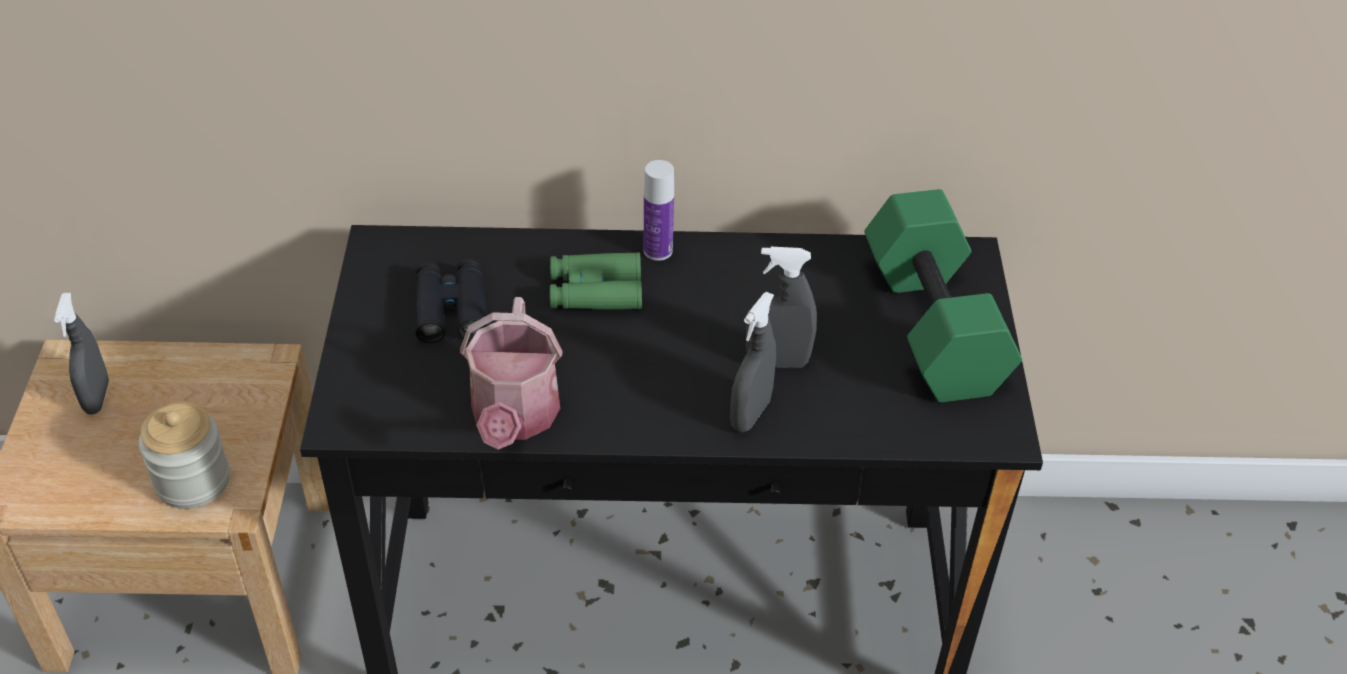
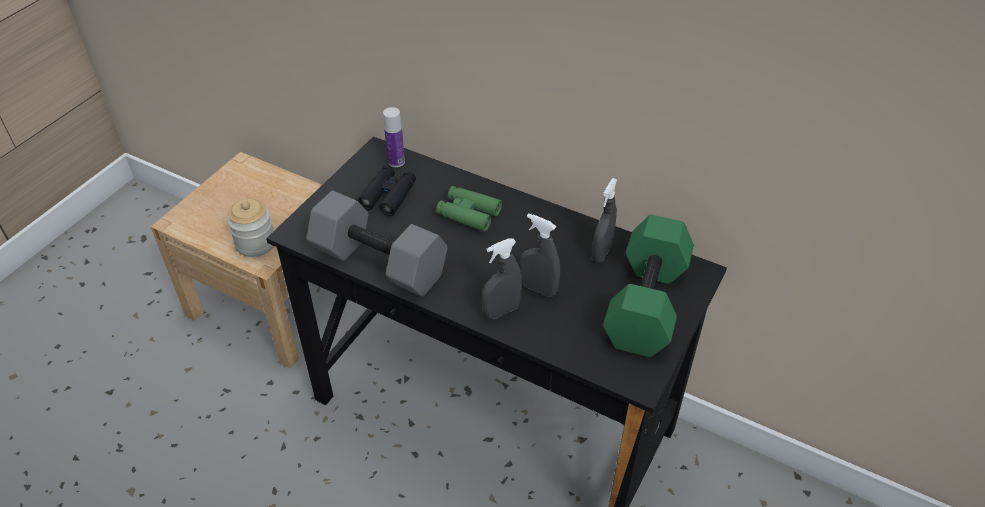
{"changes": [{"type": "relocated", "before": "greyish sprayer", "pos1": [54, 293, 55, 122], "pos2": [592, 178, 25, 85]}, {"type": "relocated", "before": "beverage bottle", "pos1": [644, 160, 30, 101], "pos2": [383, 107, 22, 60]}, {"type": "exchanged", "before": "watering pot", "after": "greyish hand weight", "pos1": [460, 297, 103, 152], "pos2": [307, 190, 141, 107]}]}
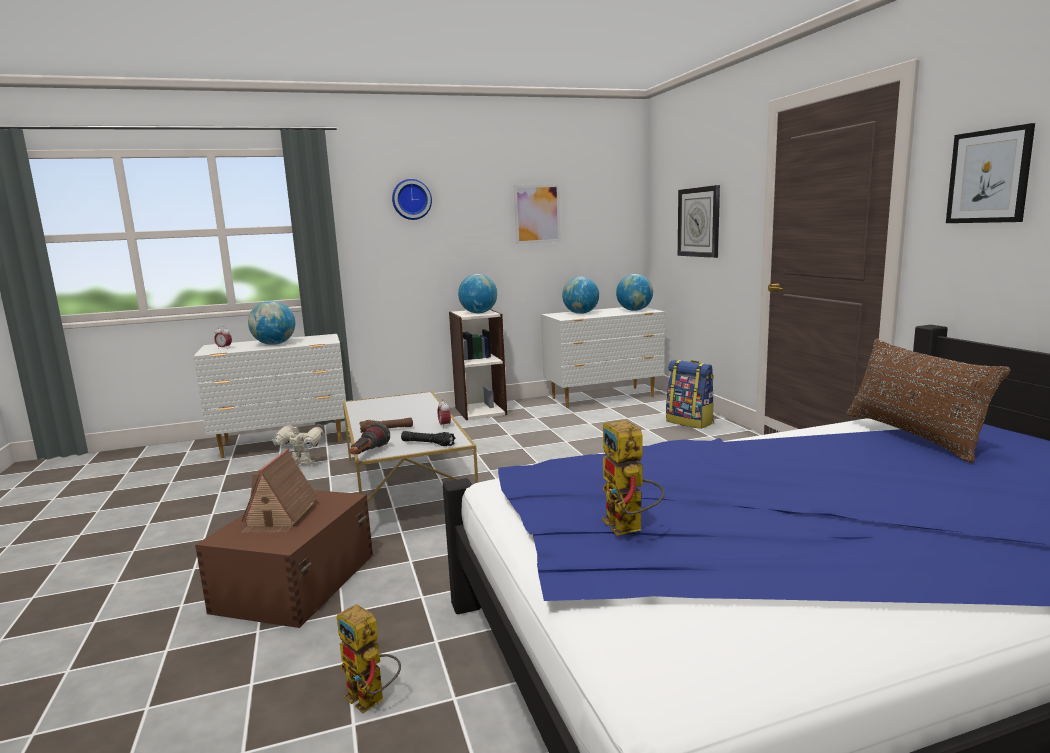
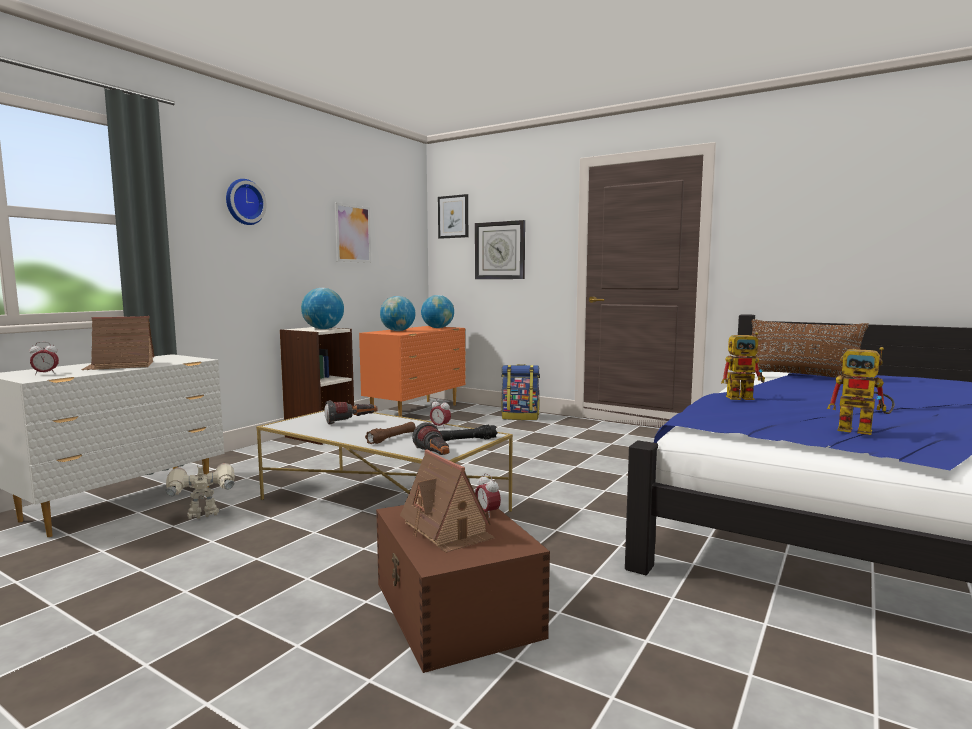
{"changes": [{"type": "appeared", "after": "hand torch", "pos2": [325, 400, 53, 25]}, {"type": "appeared", "after": "table clock", "pos2": [475, 473, 26, 45]}, {"type": "relocated", "before": "model robot", "pos1": [337, 604, 64, 109], "pos2": [721, 332, 44, 68]}, {"type": "relocated", "before": "wall picture", "pos1": [946, 123, 89, 100], "pos2": [438, 194, 30, 45]}, {"type": "exchanged", "before": "world globe", "after": "model house", "pos1": [248, 301, 47, 44], "pos2": [82, 316, 73, 54]}, {"type": "colour", "before": "white-coloured dresser", "after": "orange-coloured dresser", "pos1": [541, 307, 124, 101], "pos2": [359, 326, 107, 91]}]}
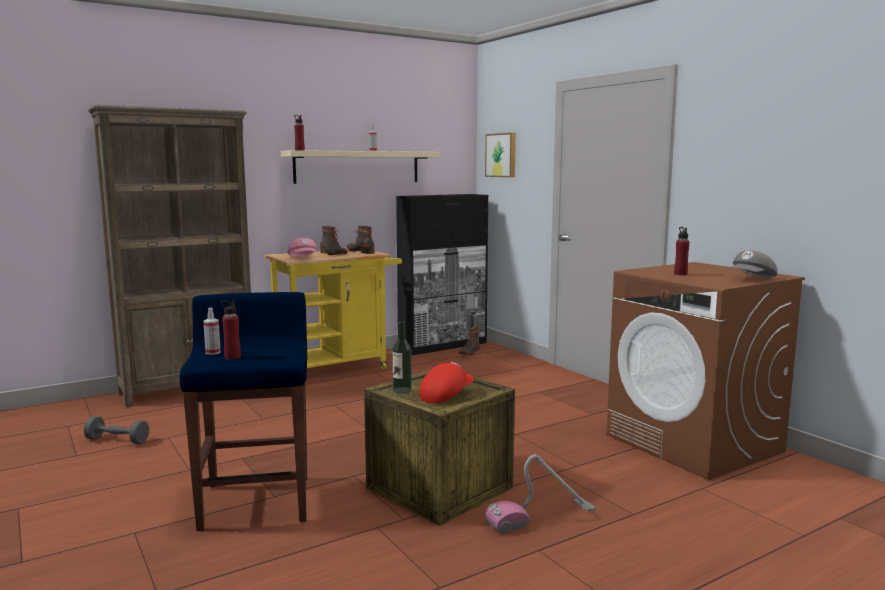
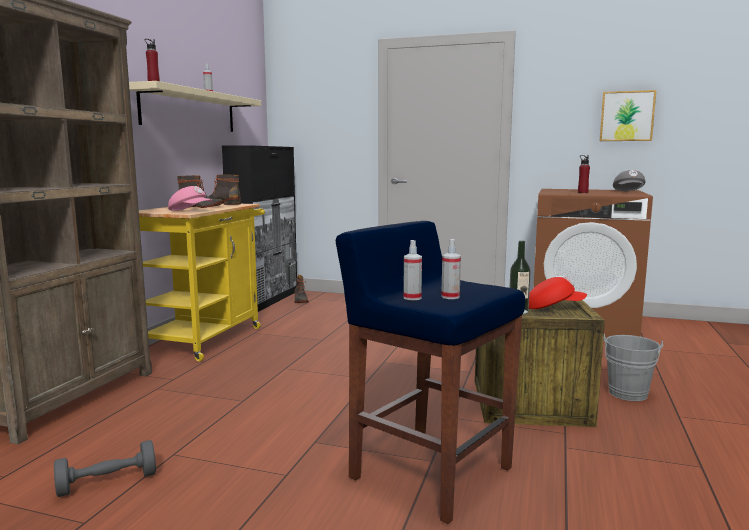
{"changes": [{"type": "relocated", "before": "wall picture", "pos1": [485, 133, 31, 44], "pos2": [599, 90, 57, 51]}, {"type": "exchanged", "before": "red beverage bottle", "after": "sprayer", "pos1": [221, 299, 20, 61], "pos2": [441, 239, 20, 60]}, {"type": "exchanged", "before": "vacuum", "after": "greyish pail", "pos1": [484, 455, 112, 79], "pos2": [603, 334, 60, 67]}, {"type": "spun", "before": "red peaked cap", "pos1": [419, 362, 55, 42], "pos2": [529, 277, 58, 32], "turn": 90}]}
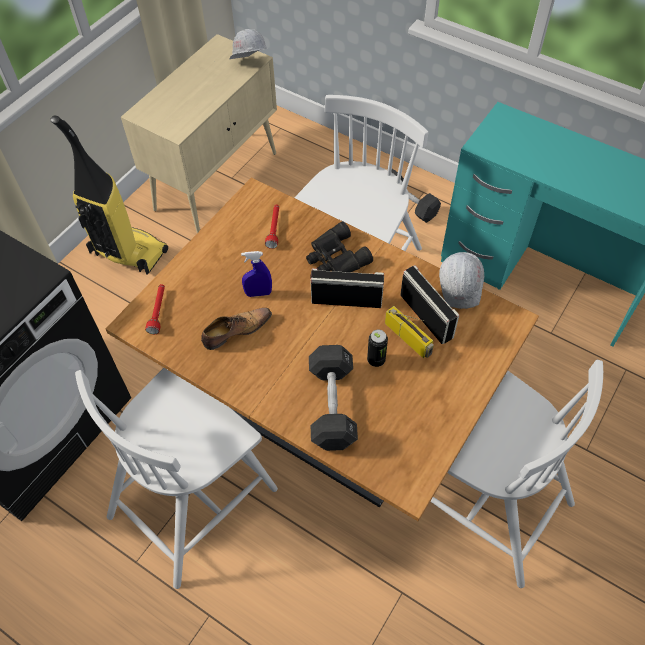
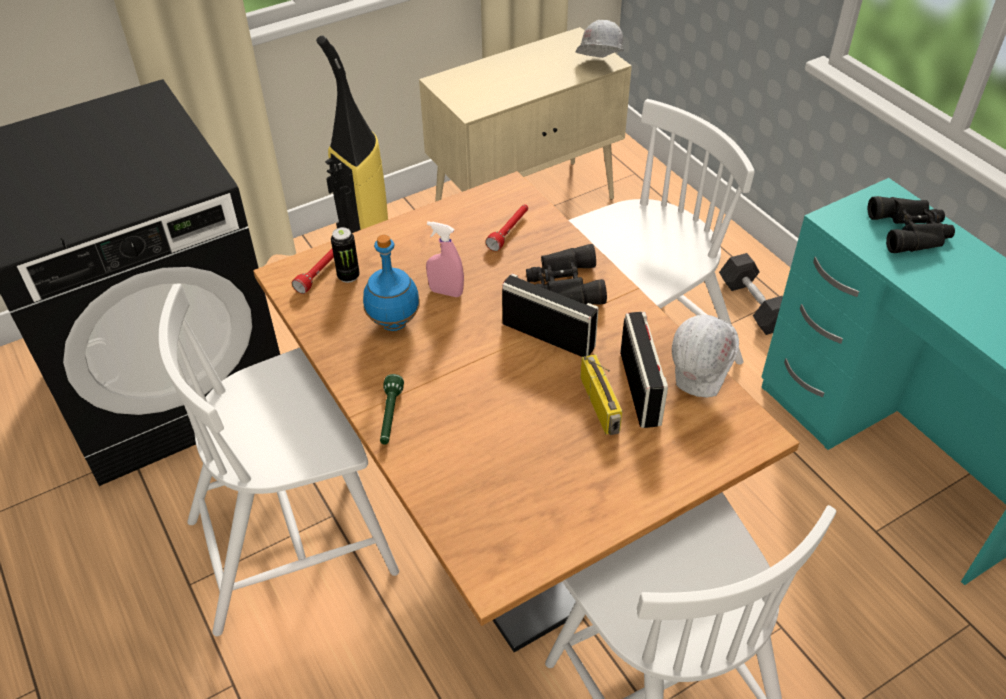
{"changes": [{"type": "missing", "before": "black-coloured hand weight", "pos1": [309, 345, 49, 106]}, {"type": "appeared", "after": "green-coloured hand torch", "pos2": [380, 374, 24, 71]}, {"type": "appeared", "after": "black-coloured pair of binoculars", "pos2": [868, 196, 87, 57]}, {"type": "relocated", "before": "sealed can", "pos1": [367, 330, 21, 37], "pos2": [331, 227, 29, 56]}, {"type": "exchanged", "before": "item of footwear", "after": "blue beverage bottle", "pos1": [201, 308, 71, 42], "pos2": [363, 235, 57, 96]}, {"type": "colour", "before": "blue sprayer", "after": "pink-coloured sprayer", "pos1": [241, 251, 31, 46], "pos2": [426, 221, 38, 76]}]}
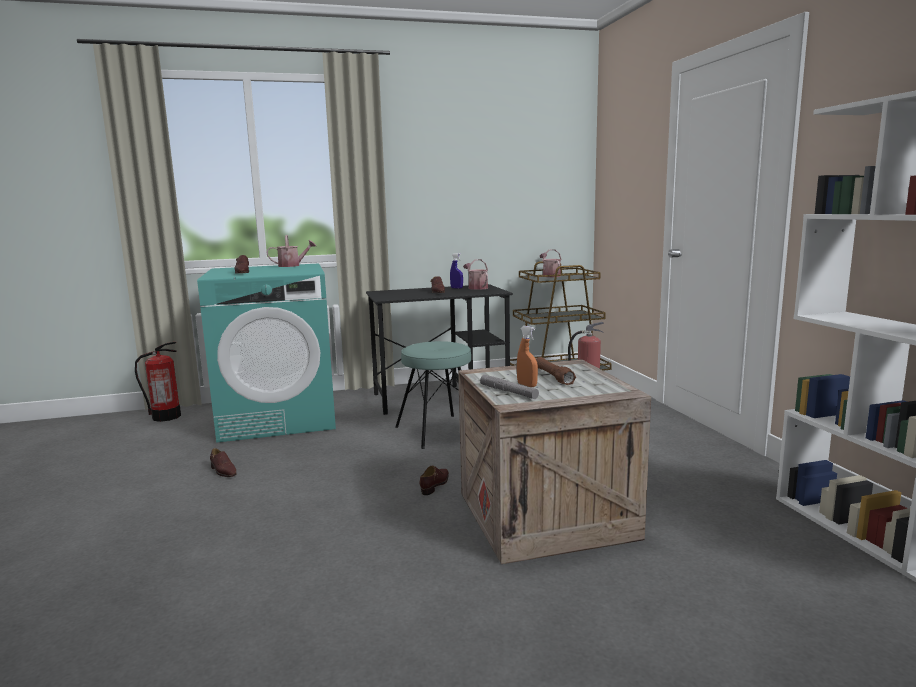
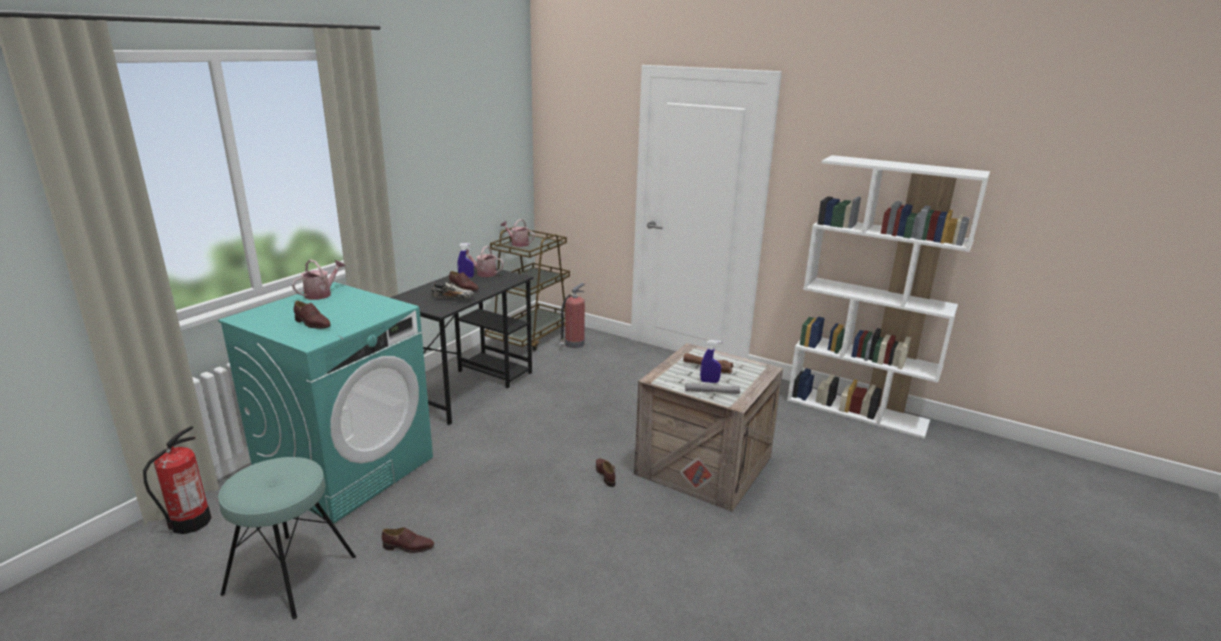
{"changes": [{"type": "appeared", "after": "item of footwear", "pos2": [431, 282, 43, 17]}, {"type": "relocated", "before": "turquoise-coloured stool", "pos1": [395, 341, 76, 108], "pos2": [218, 457, 138, 162]}, {"type": "colour", "before": "orange-coloured sprayer", "after": "blue sprayer", "pos1": [517, 326, 21, 61], "pos2": [700, 340, 21, 43]}]}
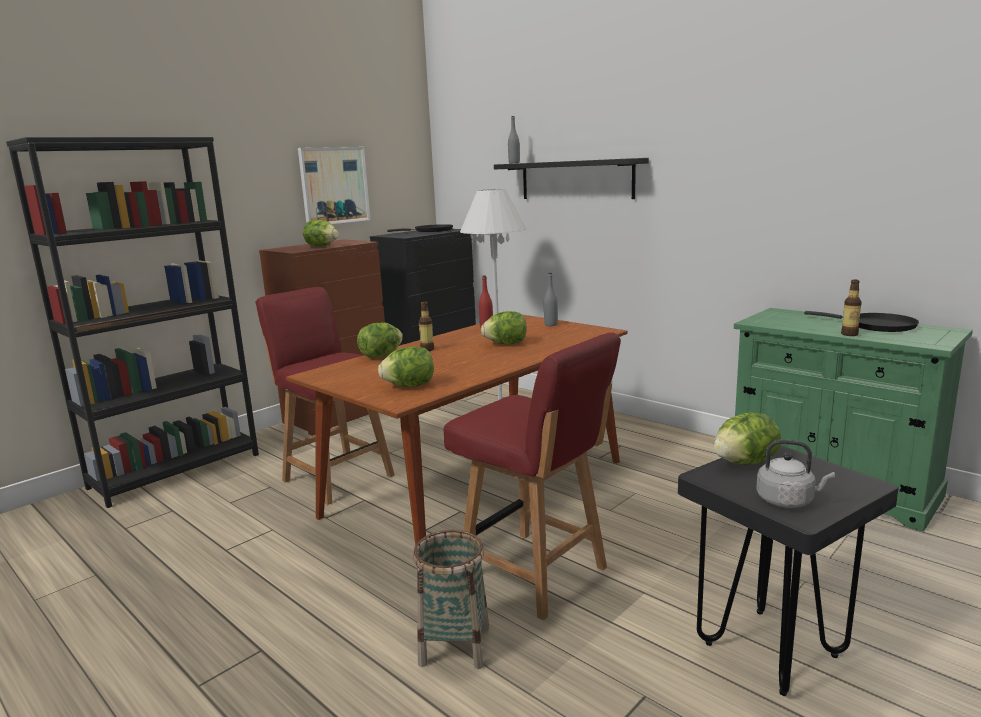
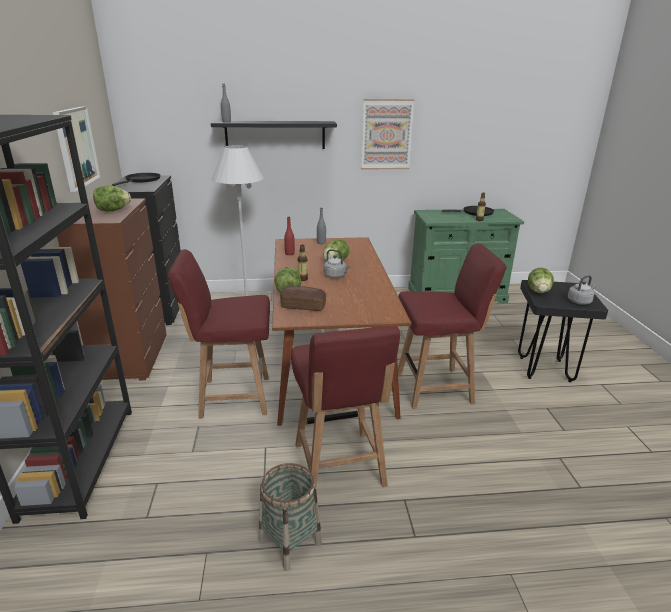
{"changes": [{"type": "missing", "before": "lettuce", "pos1": [378, 346, 56, 41]}, {"type": "appeared", "after": "bakery bread", "pos2": [280, 286, 46, 25]}, {"type": "appeared", "after": "red chair", "pos2": [291, 326, 110, 161]}, {"type": "appeared", "after": "greyish tea kettle", "pos2": [324, 249, 27, 29]}, {"type": "appeared", "after": "wall picture", "pos2": [361, 99, 53, 70]}, {"type": "relocated", "before": "household basket", "pos1": [413, 530, 76, 139], "pos2": [259, 463, 63, 108]}]}
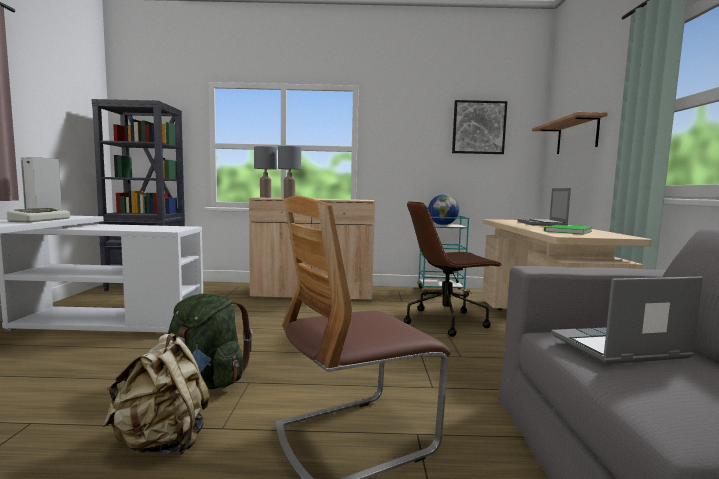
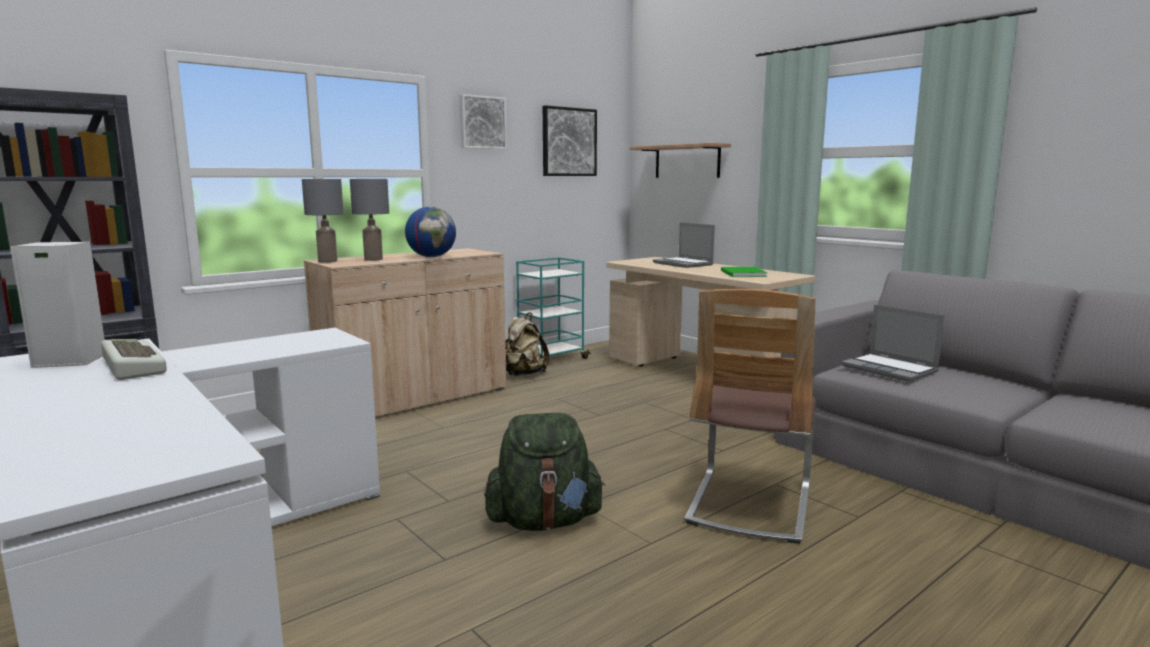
{"changes": [{"type": "missing", "before": "brown-coloured office chair", "pos1": [404, 201, 98, 136]}, {"type": "appeared", "after": "wall picture", "pos2": [459, 94, 48, 55]}, {"type": "relocated", "before": "beige backpack", "pos1": [102, 333, 108, 122], "pos2": [505, 312, 45, 64]}, {"type": "relocated", "before": "world globe", "pos1": [428, 194, 31, 31], "pos2": [405, 207, 51, 50]}, {"type": "spun", "before": "laptop", "pos1": [551, 277, 152, 87], "pos2": [841, 305, 103, 77], "turn": -75}]}
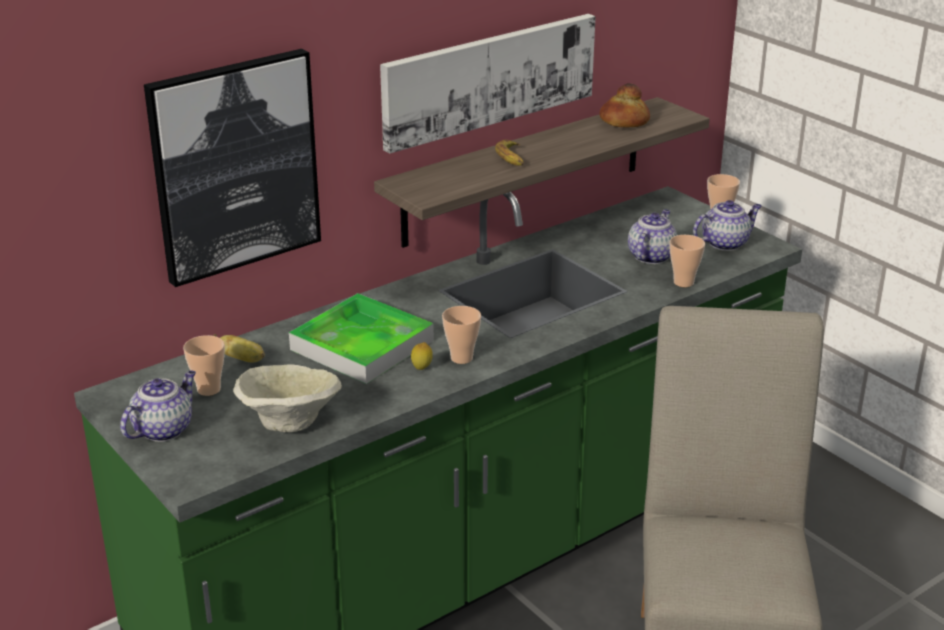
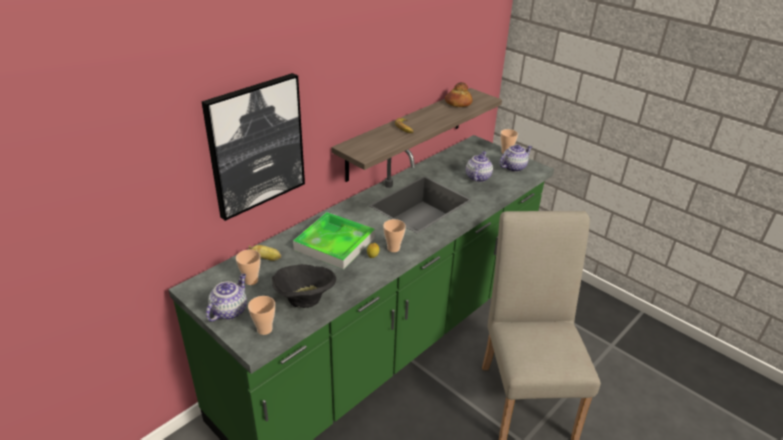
{"changes": [{"type": "missing", "before": "wall picture", "pos1": [380, 14, 216, 140]}, {"type": "relocated", "before": "cup", "pos1": [669, 235, 36, 52], "pos2": [248, 296, 27, 39]}, {"type": "colour", "before": "beige serving bowl", "after": "black-coloured serving bowl", "pos1": [233, 364, 109, 68], "pos2": [272, 264, 64, 44]}]}
